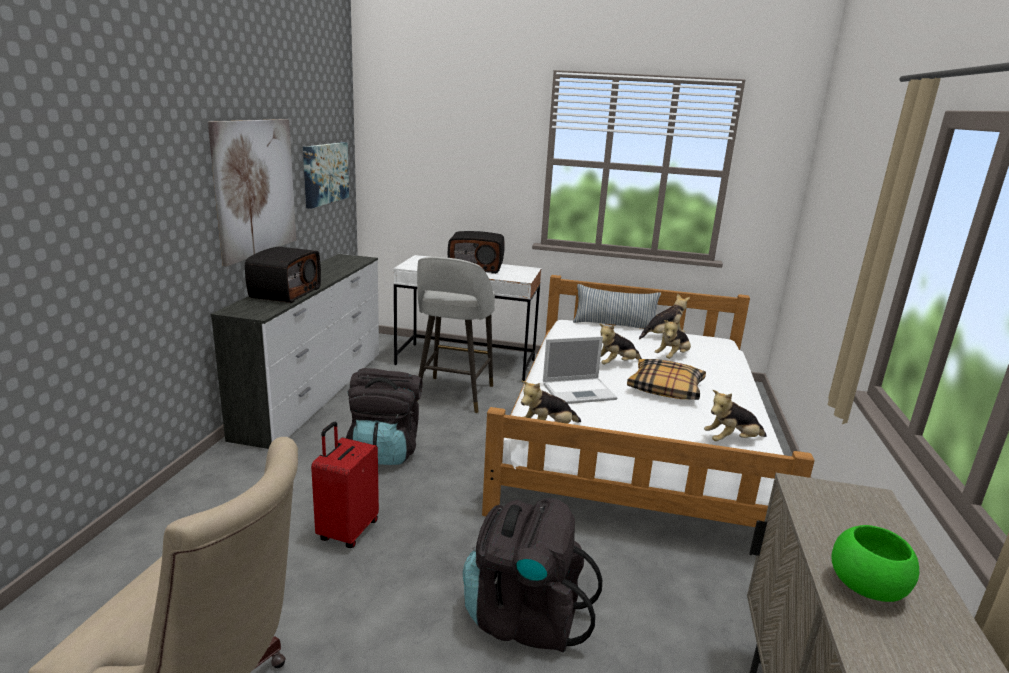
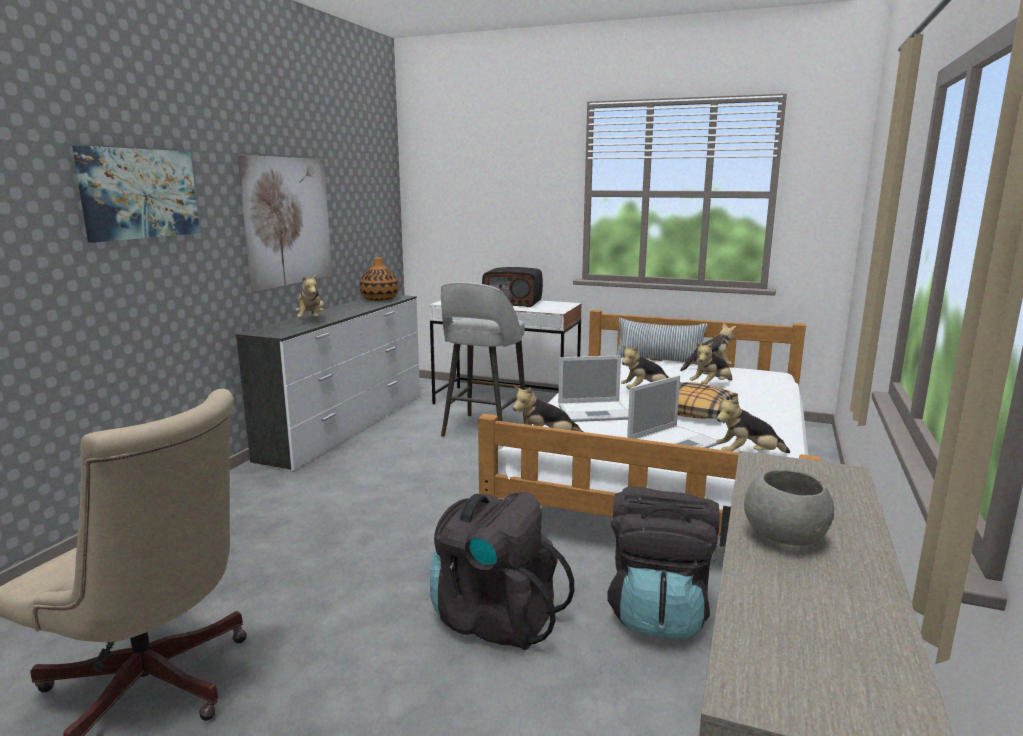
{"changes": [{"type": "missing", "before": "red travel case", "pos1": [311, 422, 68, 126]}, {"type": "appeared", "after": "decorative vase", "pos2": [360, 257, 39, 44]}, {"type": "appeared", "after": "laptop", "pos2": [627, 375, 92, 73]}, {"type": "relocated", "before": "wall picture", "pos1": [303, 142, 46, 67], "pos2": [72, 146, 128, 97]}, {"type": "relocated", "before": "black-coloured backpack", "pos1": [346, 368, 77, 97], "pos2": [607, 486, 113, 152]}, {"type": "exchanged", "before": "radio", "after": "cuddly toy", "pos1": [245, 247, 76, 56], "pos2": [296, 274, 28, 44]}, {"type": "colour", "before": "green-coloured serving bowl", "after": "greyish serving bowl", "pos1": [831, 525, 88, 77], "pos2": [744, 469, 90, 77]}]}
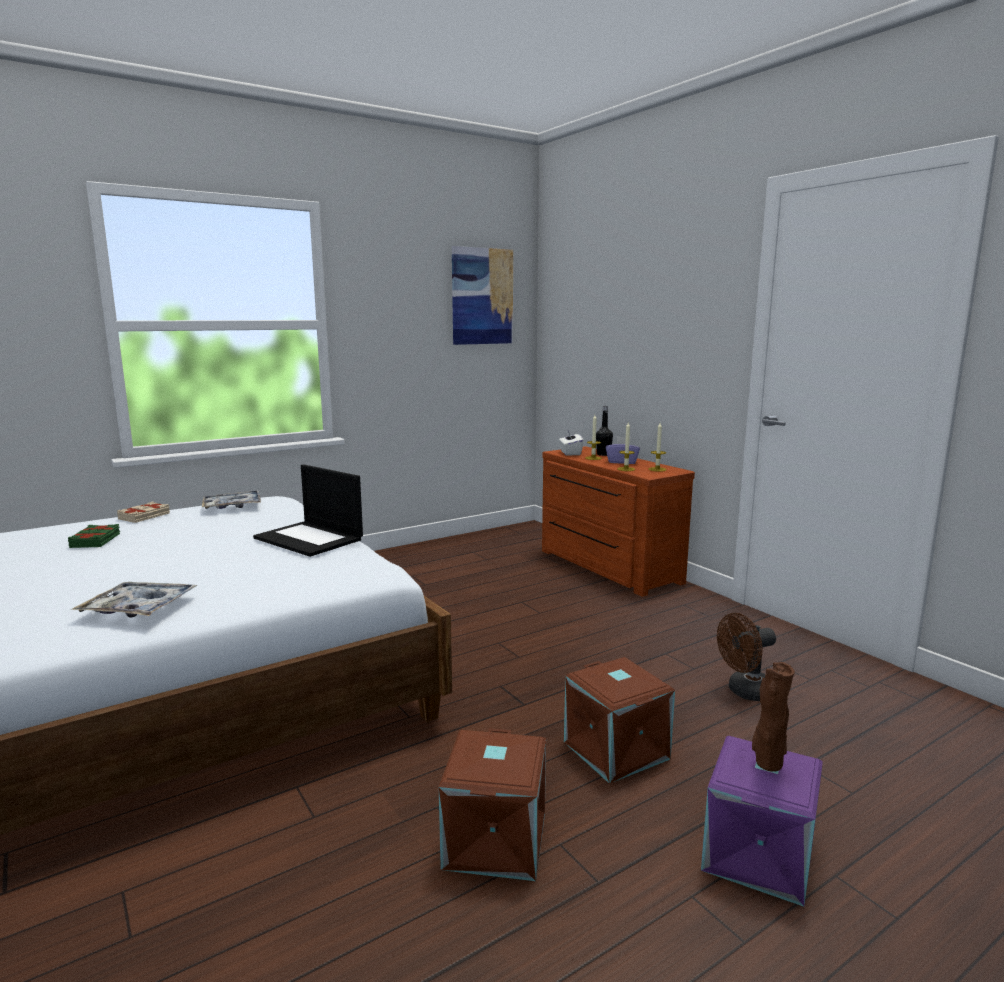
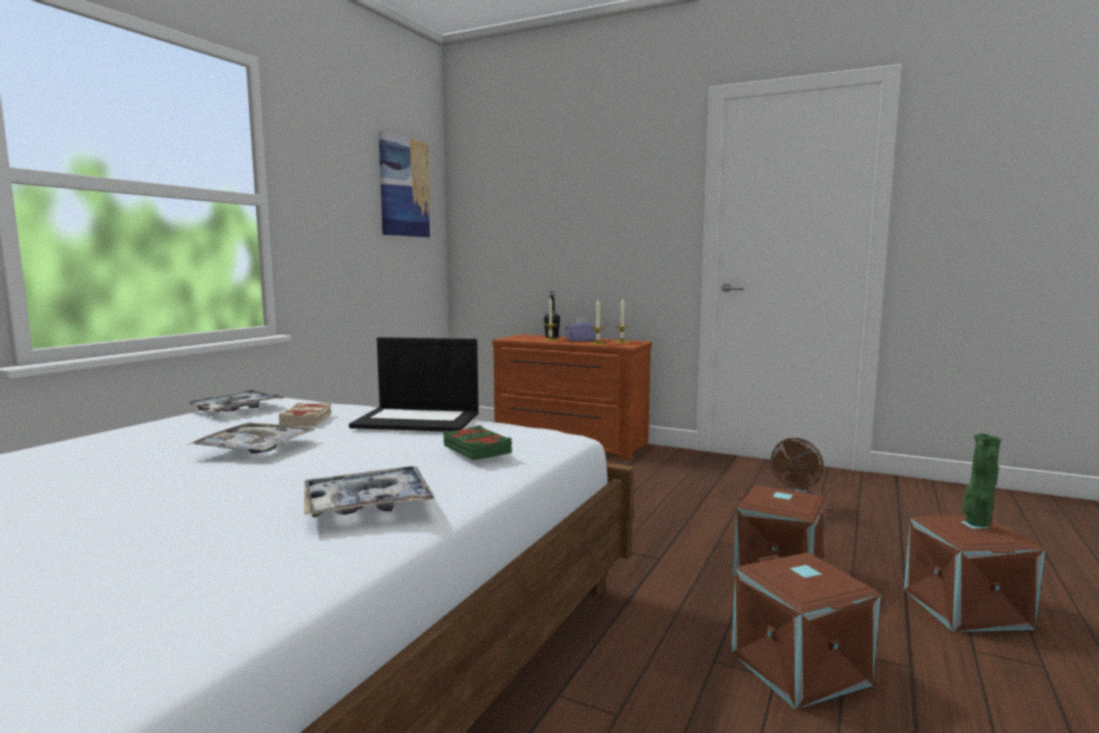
{"changes": [{"type": "missing", "before": "white-coloured tissue box", "pos1": [559, 429, 24, 26]}, {"type": "appeared", "after": "serving tray", "pos2": [187, 422, 128, 31]}, {"type": "relocated", "before": "green-coloured book", "pos1": [68, 524, 52, 24], "pos2": [443, 425, 69, 35]}, {"type": "relocated", "before": "beige book", "pos1": [117, 501, 53, 22], "pos2": [279, 402, 53, 24]}, {"type": "colour", "before": "purple-coloured storage container", "after": "brown-coloured storage container", "pos1": [701, 736, 122, 171], "pos2": [904, 514, 141, 118]}, {"type": "colour", "before": "brown-coloured decorative vase", "after": "green-coloured decorative vase", "pos1": [752, 662, 43, 110], "pos2": [962, 433, 40, 94]}]}
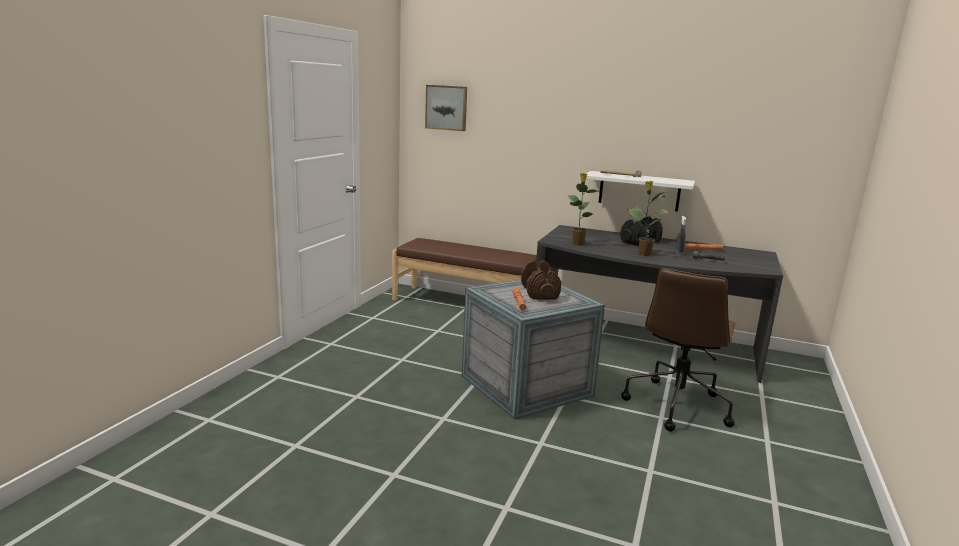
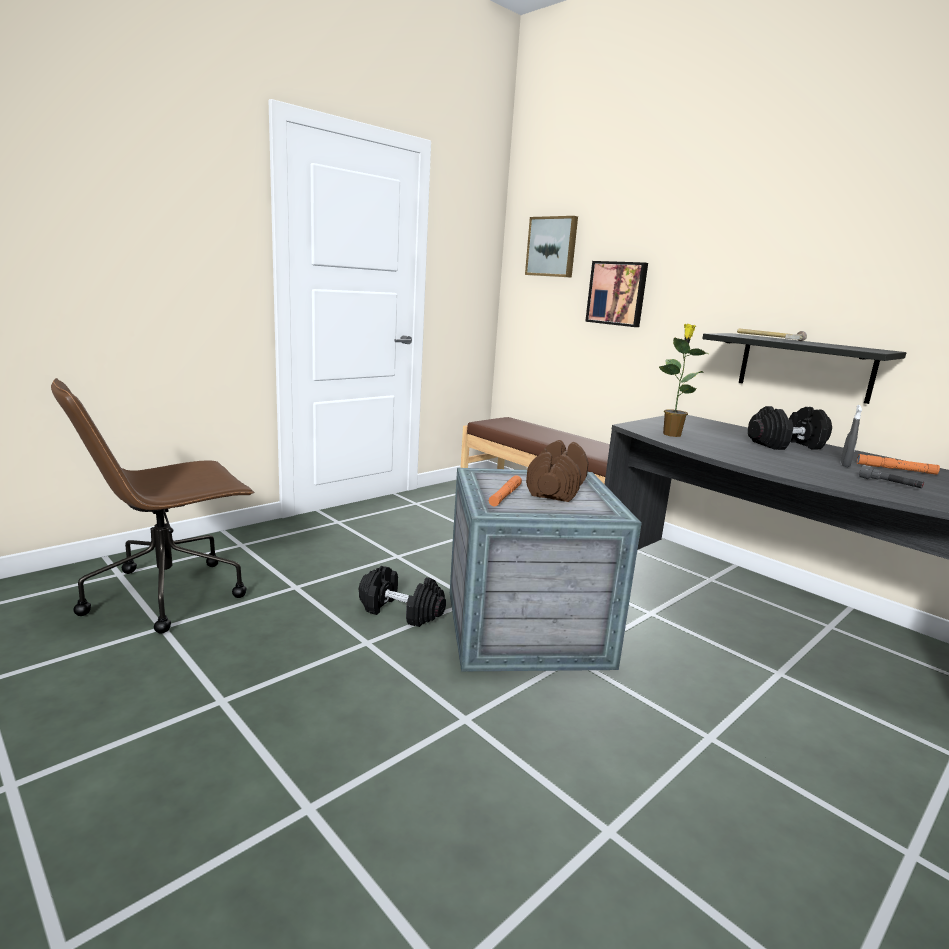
{"changes": [{"type": "missing", "before": "plant in a pot", "pos1": [628, 181, 41, 75]}, {"type": "appeared", "after": "black-coloured hand weight", "pos2": [359, 566, 87, 61]}, {"type": "appeared", "after": "wall picture", "pos2": [585, 261, 63, 66]}, {"type": "relocated", "before": "brown-coloured office chair", "pos1": [621, 268, 115, 164], "pos2": [51, 378, 204, 256]}, {"type": "colour", "before": "white-coloured shelf", "after": "black-coloured shelf", "pos1": [586, 171, 109, 41], "pos2": [702, 333, 204, 71]}]}
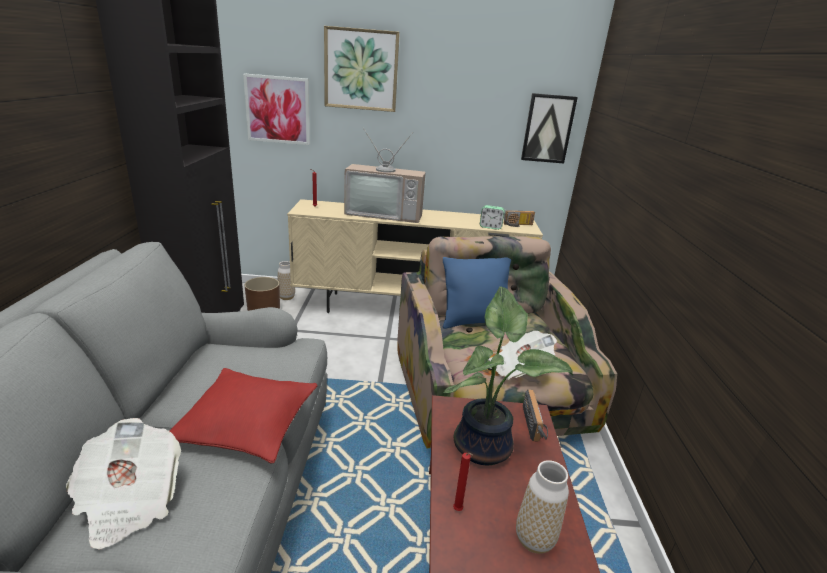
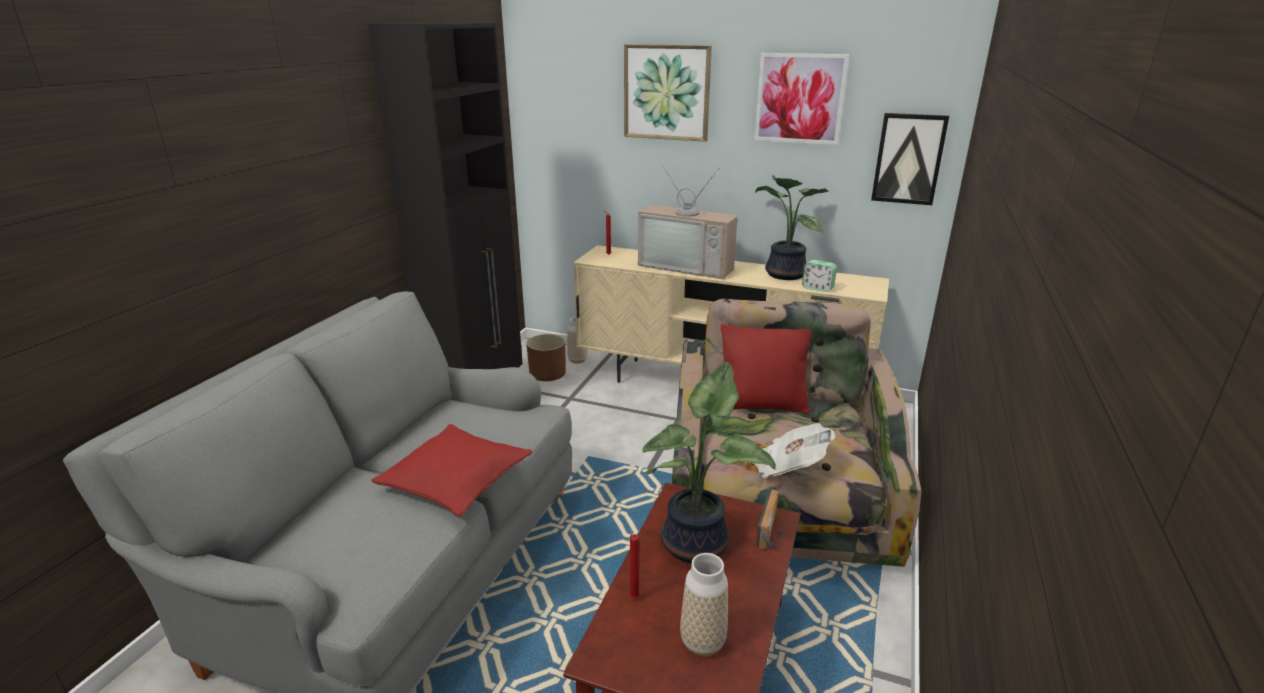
{"changes": [{"type": "missing", "before": "daily paper", "pos1": [66, 418, 115, 132]}, {"type": "missing", "before": "radio", "pos1": [504, 211, 31, 16]}, {"type": "appeared", "after": "plant in a pot", "pos2": [755, 175, 74, 105]}, {"type": "relocated", "before": "wall picture", "pos1": [243, 73, 67, 72], "pos2": [754, 53, 95, 92]}, {"type": "colour", "before": "blue pillow", "after": "red pillow", "pos1": [443, 257, 68, 72], "pos2": [721, 324, 92, 90]}]}
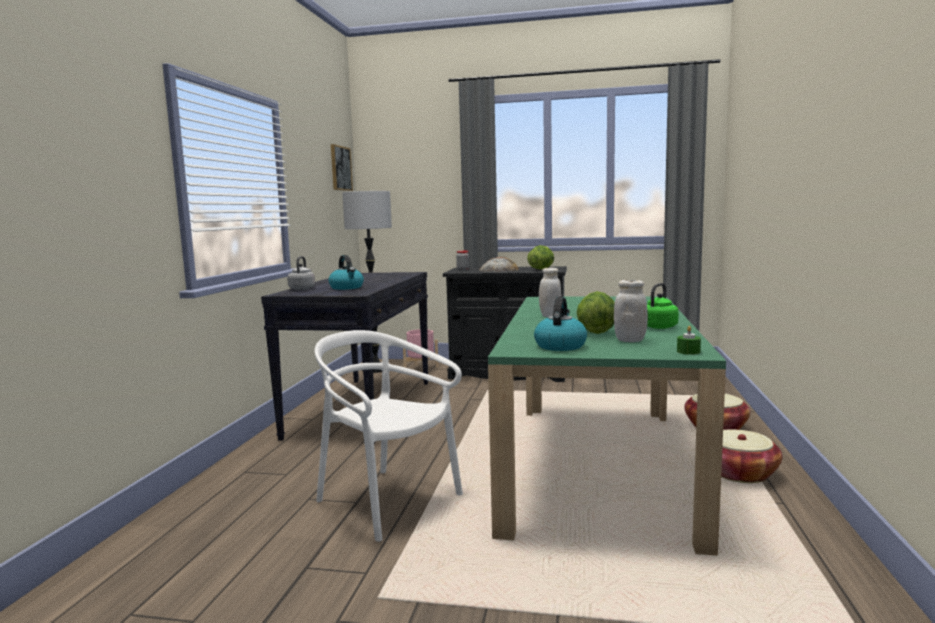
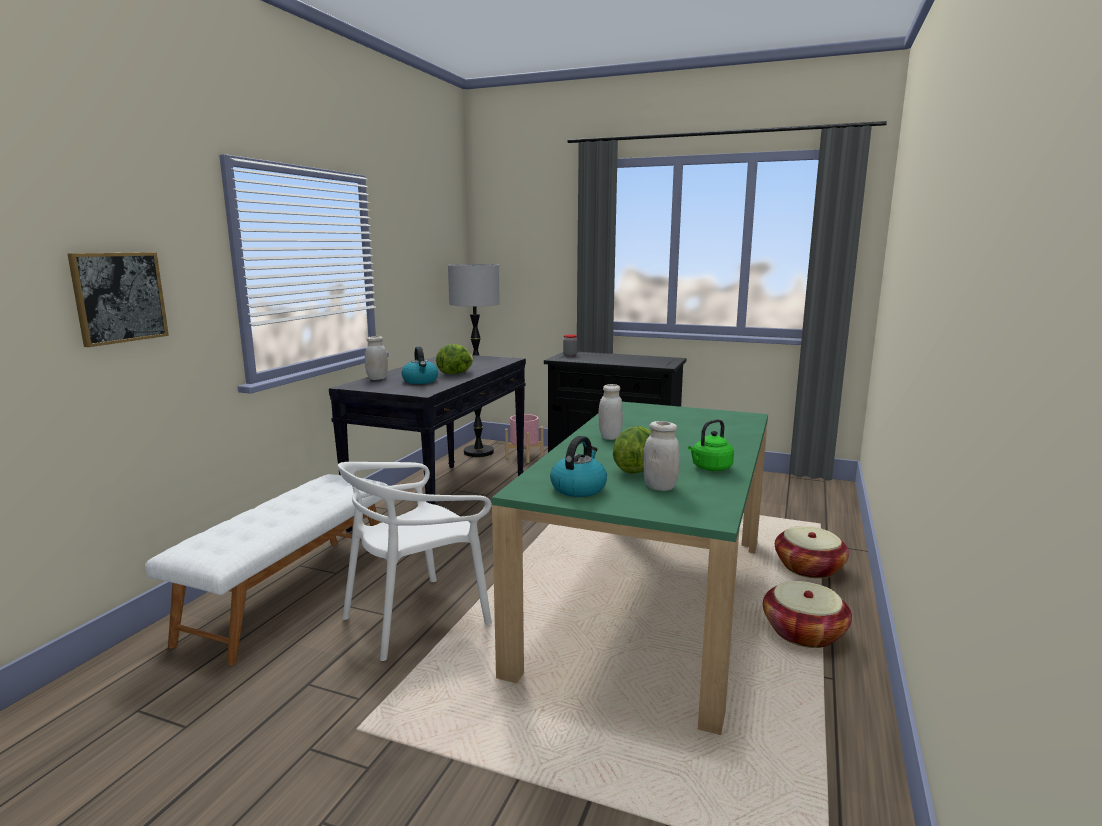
{"changes": [{"type": "missing", "before": "bakery bread", "pos1": [479, 257, 40, 15]}, {"type": "missing", "before": "green-coloured wax candle", "pos1": [677, 326, 24, 29]}, {"type": "appeared", "after": "white-coloured long seat", "pos2": [145, 474, 243, 192]}, {"type": "relocated", "before": "wall picture", "pos1": [331, 144, 22, 47], "pos2": [67, 252, 102, 95]}, {"type": "relocated", "before": "lettuce", "pos1": [527, 245, 27, 24], "pos2": [436, 344, 37, 30]}, {"type": "exchanged", "before": "greyish tea kettle", "after": "white-coloured storage jar", "pos1": [287, 256, 28, 34], "pos2": [365, 336, 23, 44]}, {"type": "spun", "before": "white-coloured chair", "pos1": [315, 330, 148, 212], "pos2": [338, 462, 154, 199], "turn": -90}]}
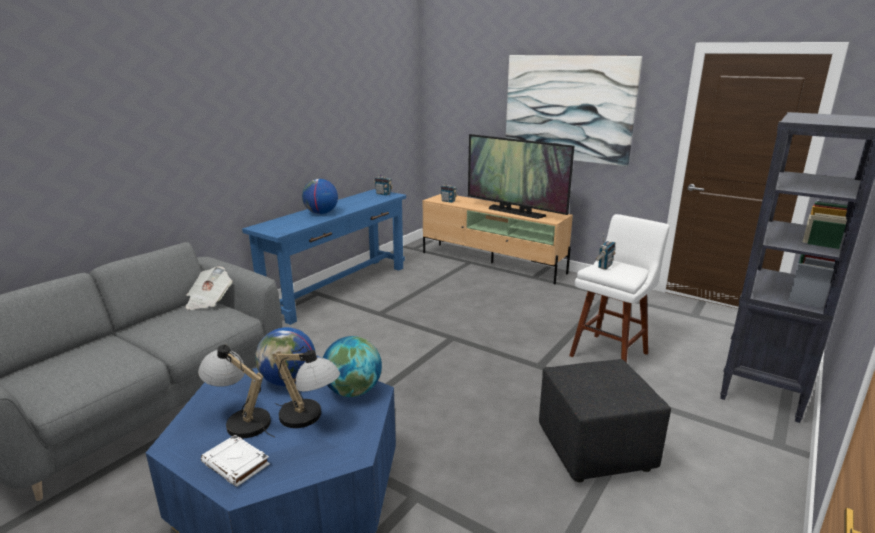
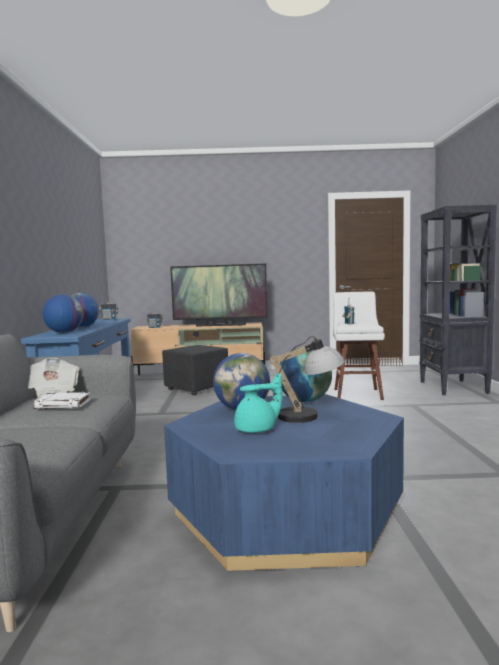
{"changes": [{"type": "missing", "before": "wall picture", "pos1": [506, 55, 136, 111]}, {"type": "appeared", "after": "world globe", "pos2": [42, 294, 42, 39]}, {"type": "relocated", "before": "white-coloured book", "pos1": [201, 435, 69, 52], "pos2": [33, 392, 58, 17]}, {"type": "relocated", "before": "black-coloured pouffe", "pos1": [539, 359, 132, 123], "pos2": [162, 345, 66, 50]}, {"type": "exchanged", "before": "tabletop lamp", "after": "turquoise-coloured pot for tea", "pos1": [198, 345, 77, 93], "pos2": [234, 373, 48, 60]}]}
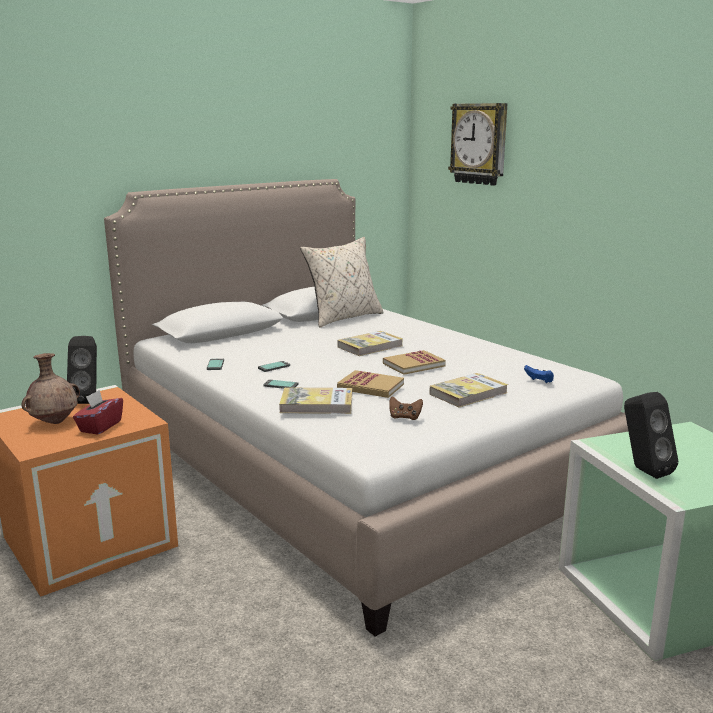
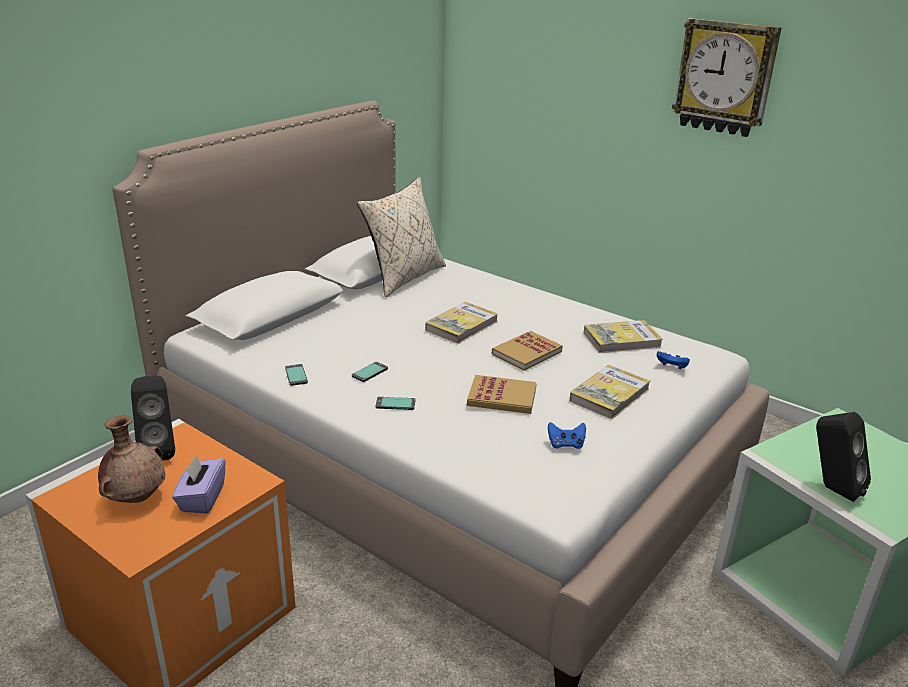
{"changes": [{"type": "relocated", "before": "book", "pos1": [279, 388, 73, 26], "pos2": [584, 320, 79, 33]}, {"type": "relocated", "before": "clock on the wall", "pos1": [448, 103, 60, 83], "pos2": [672, 18, 109, 119]}, {"type": "colour", "before": "red tissue box", "after": "purple-coloured tissue box", "pos1": [73, 390, 50, 45], "pos2": [172, 455, 53, 59]}, {"type": "colour", "before": "brown-coloured joypad", "after": "blue joypad", "pos1": [389, 397, 34, 23], "pos2": [548, 422, 38, 27]}]}
